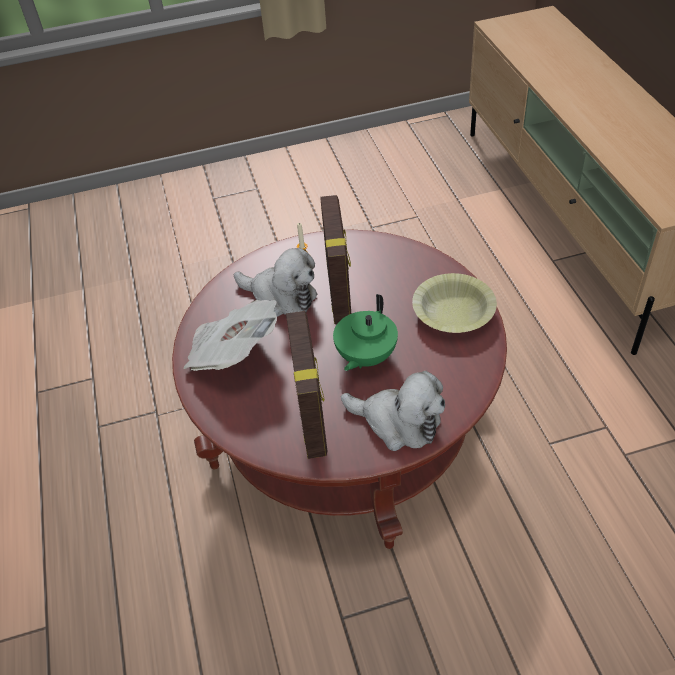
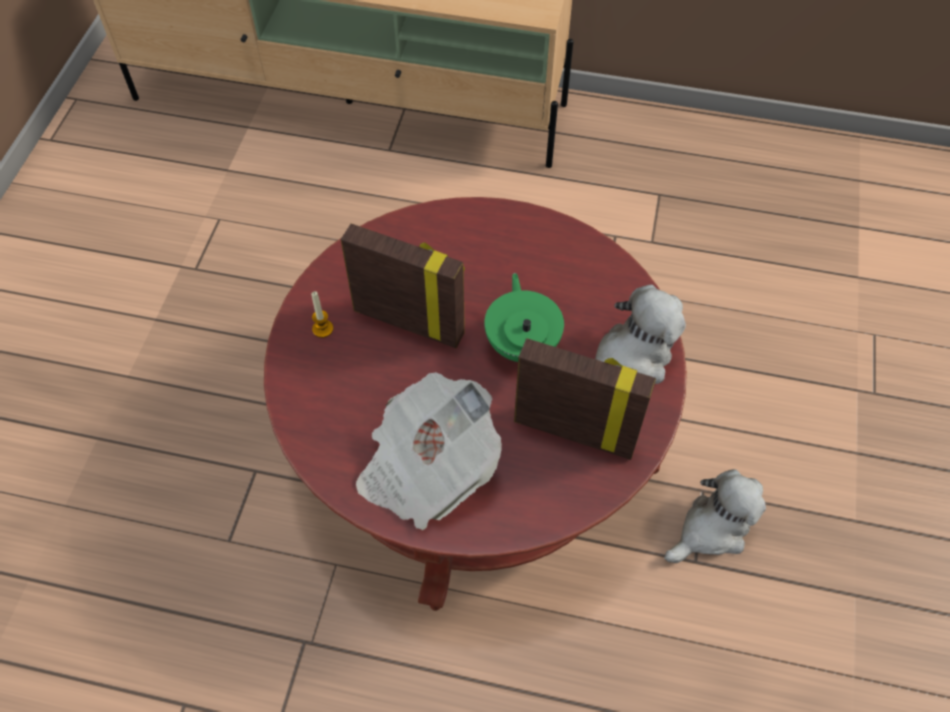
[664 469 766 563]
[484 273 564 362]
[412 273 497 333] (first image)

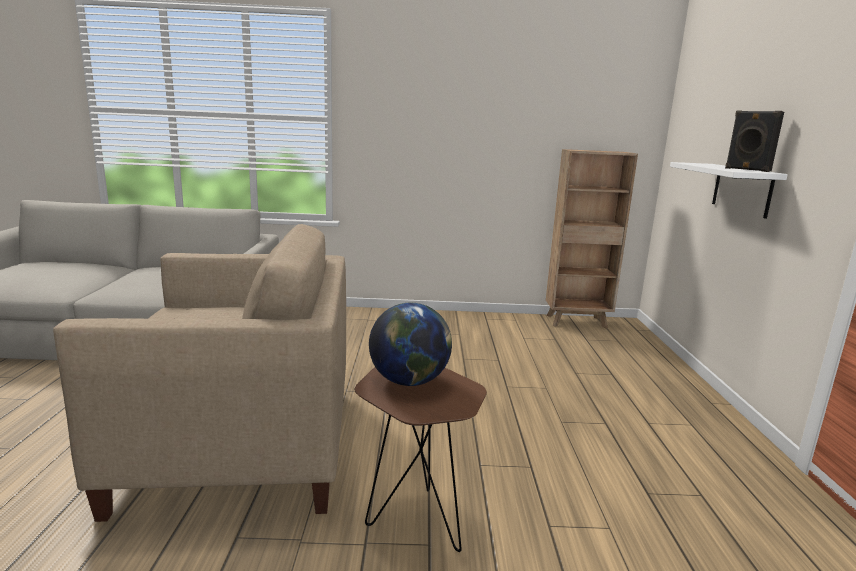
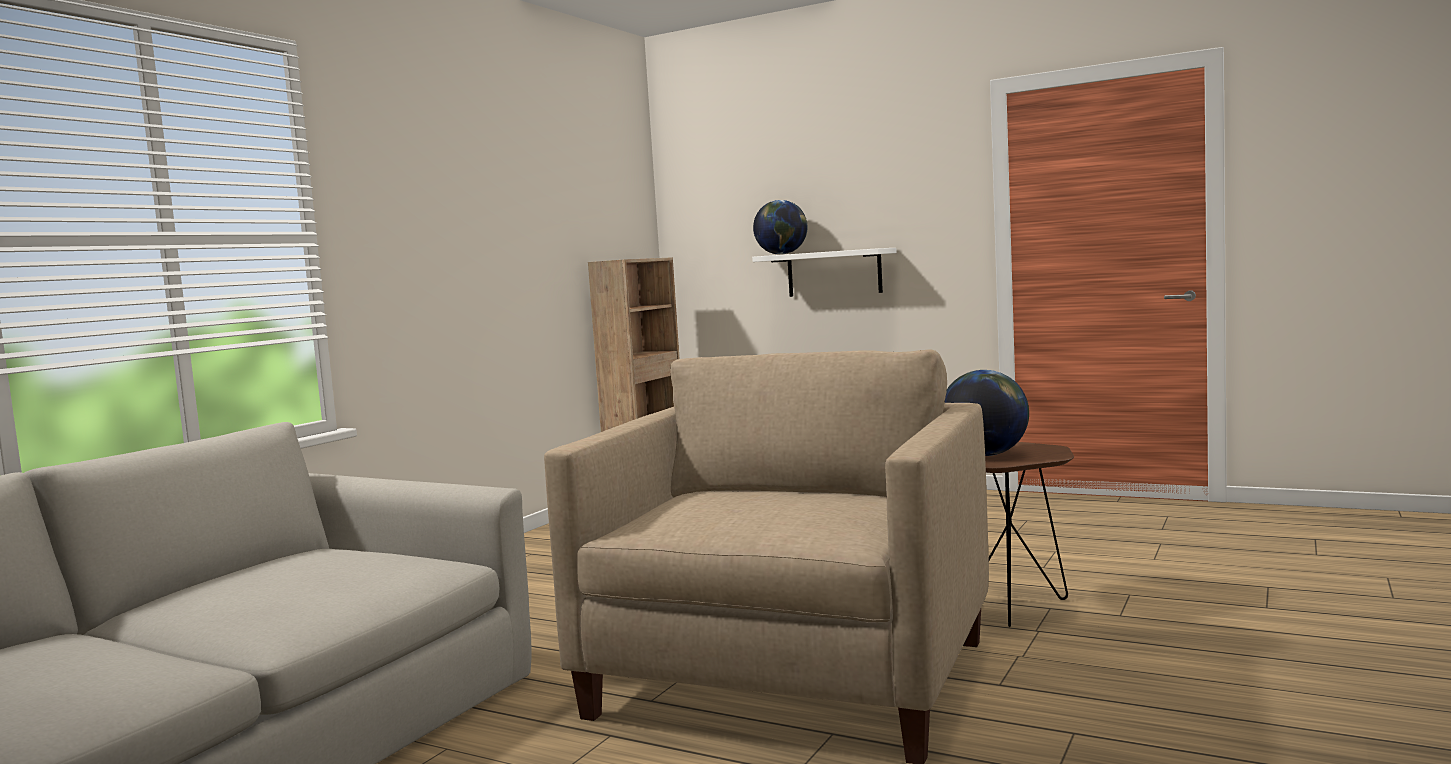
[725 110 784 172] (first image)
[753 200 808 255]

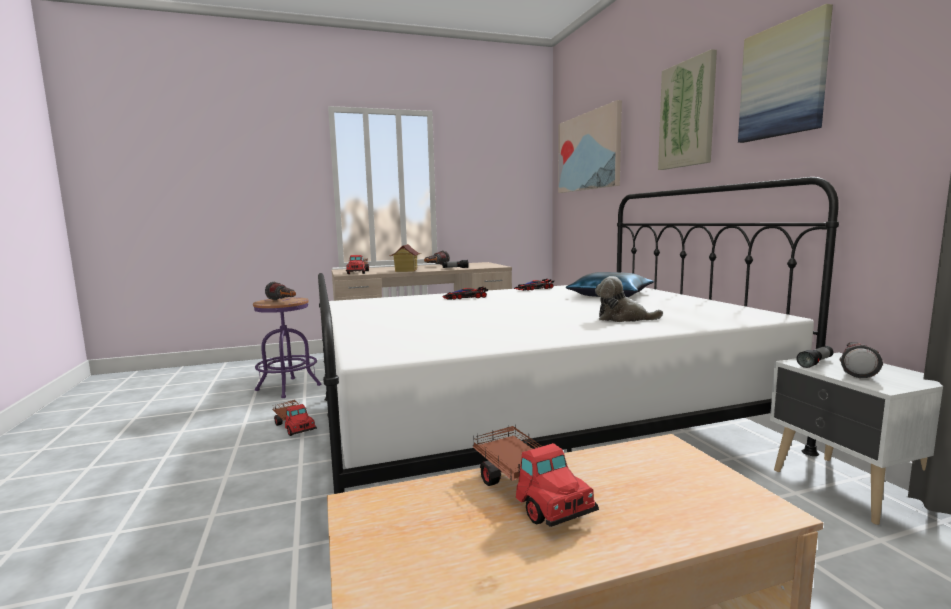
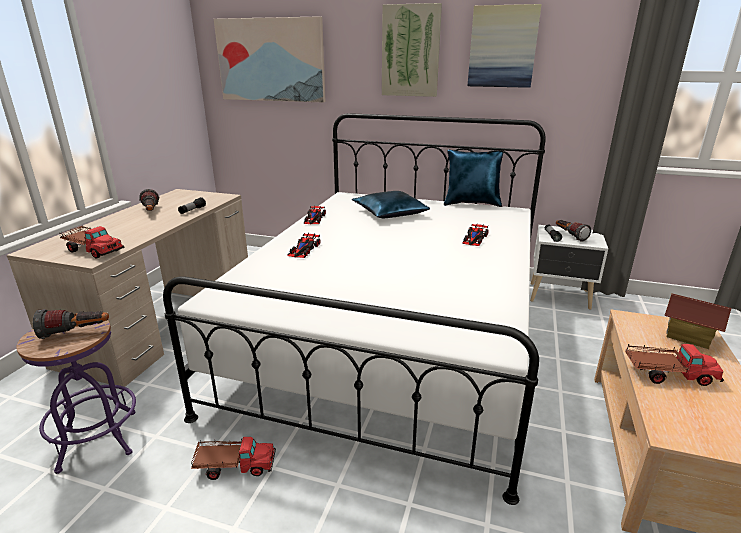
[664 294 731 349]
[462 224 489 246]
[444 150 503 207]

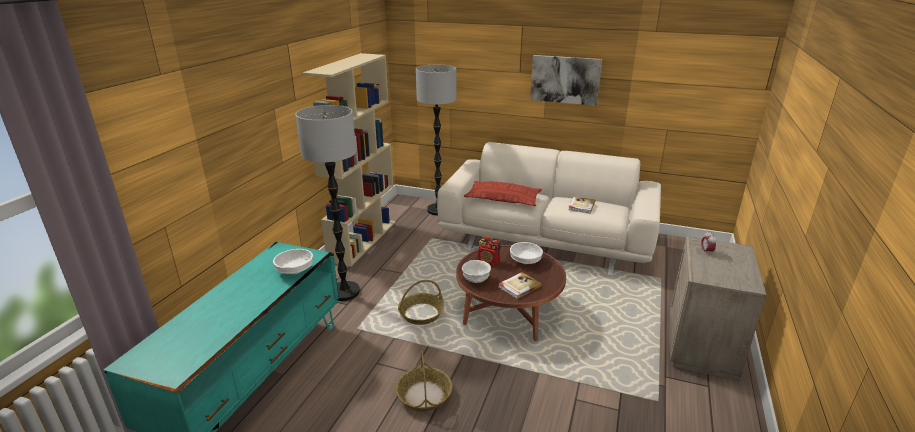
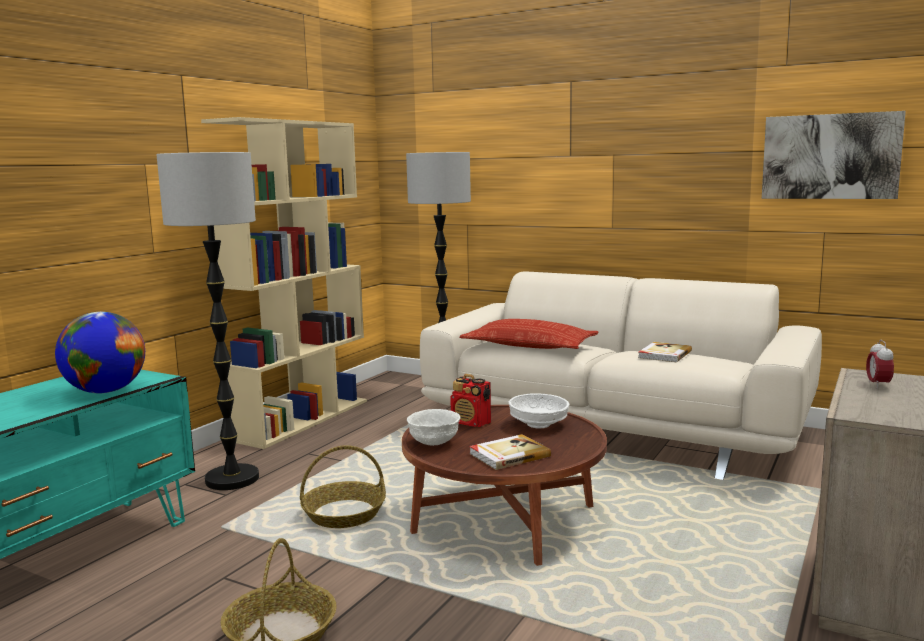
[55 312 145 393]
[762 111 906 199]

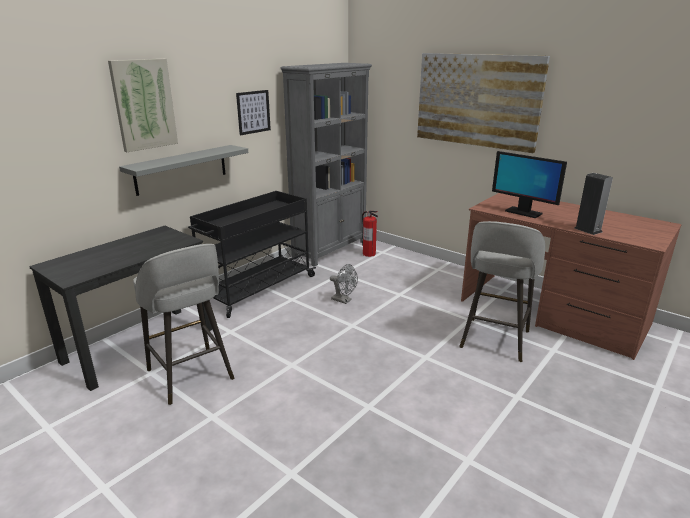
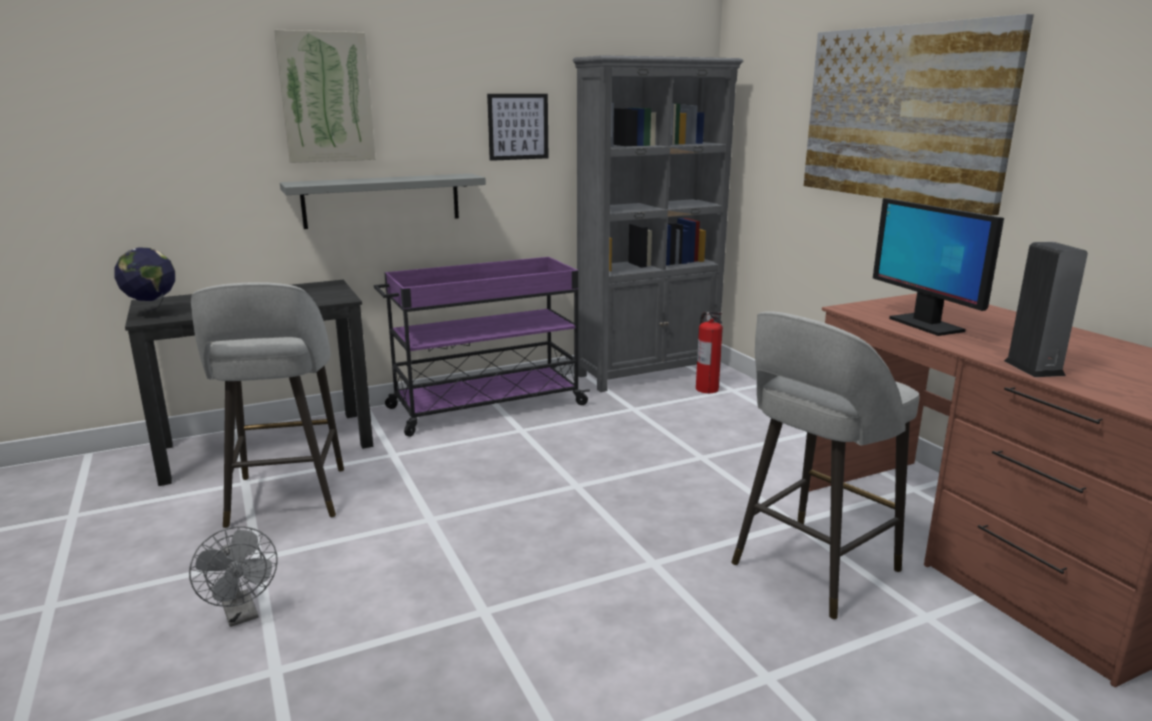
[374 257 590 437]
[189 527 278 627]
[115 247 177 319]

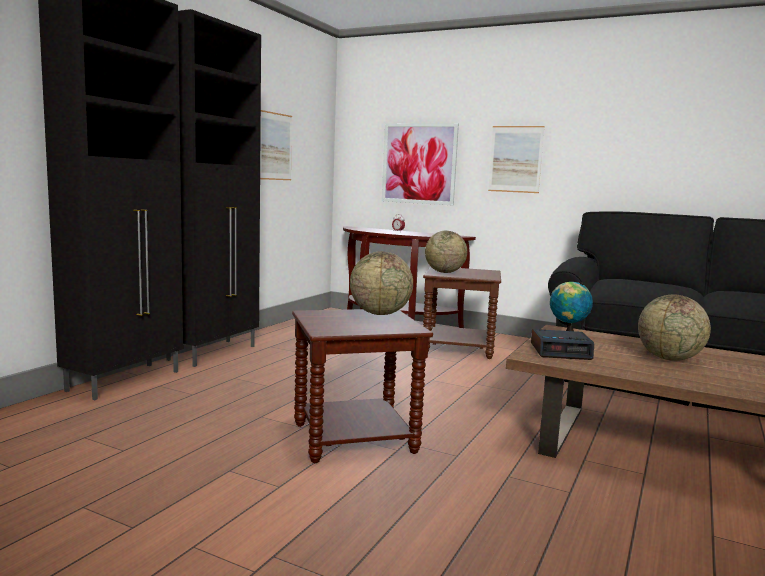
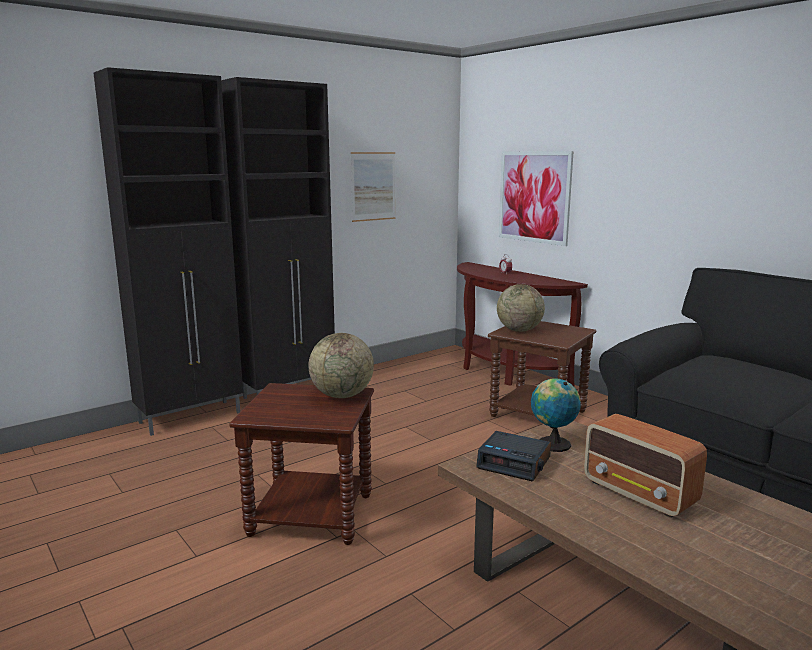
[488 126 545 193] (first image)
[584 414 707 518]

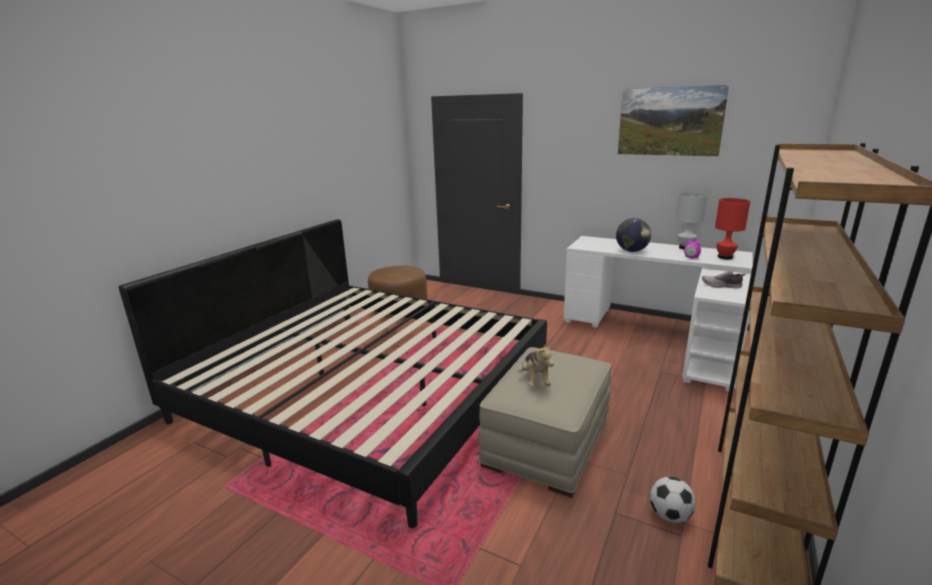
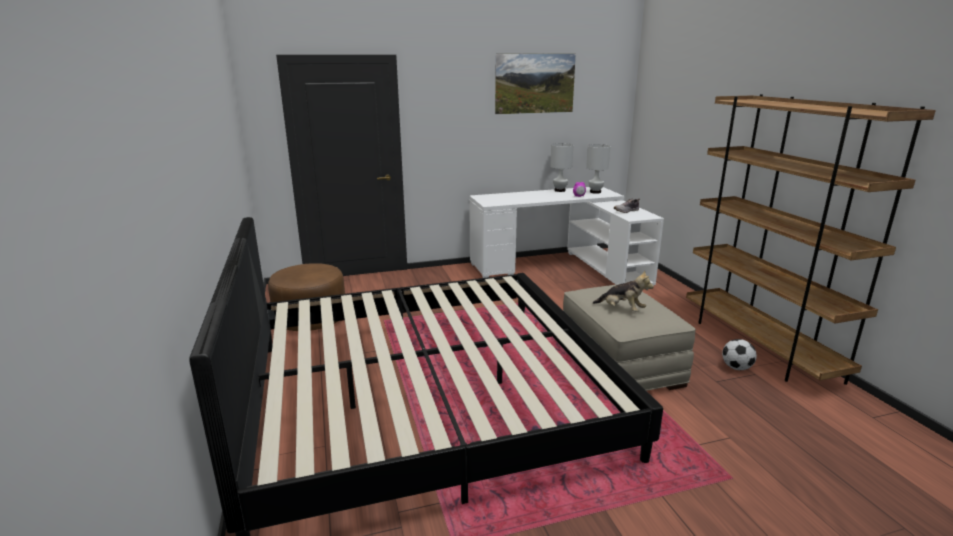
[616 218 651 252] (first image)
[586 144 610 194]

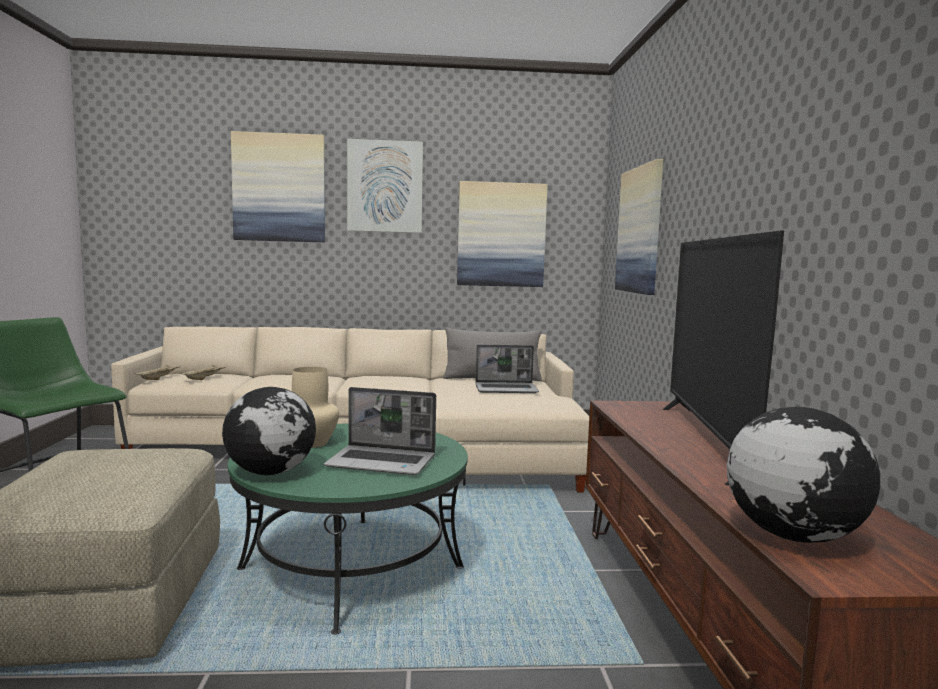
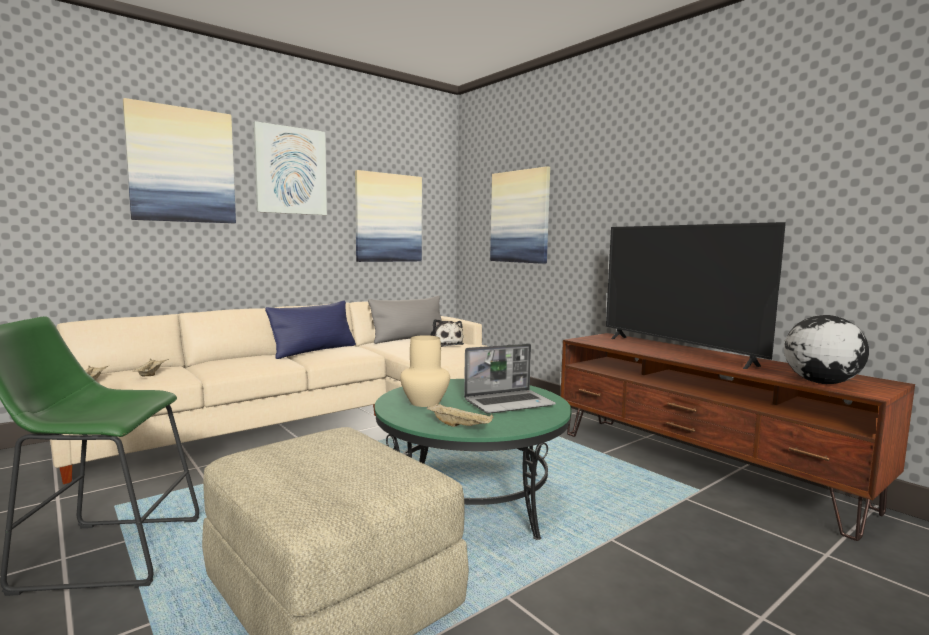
[427 404 494 427]
[430 319 464 347]
[265 300 356 359]

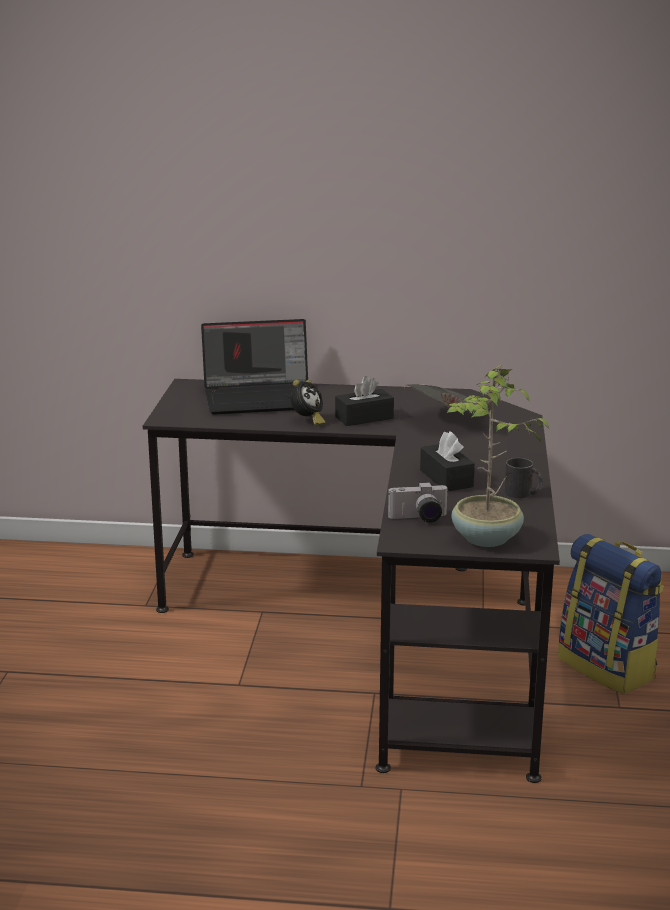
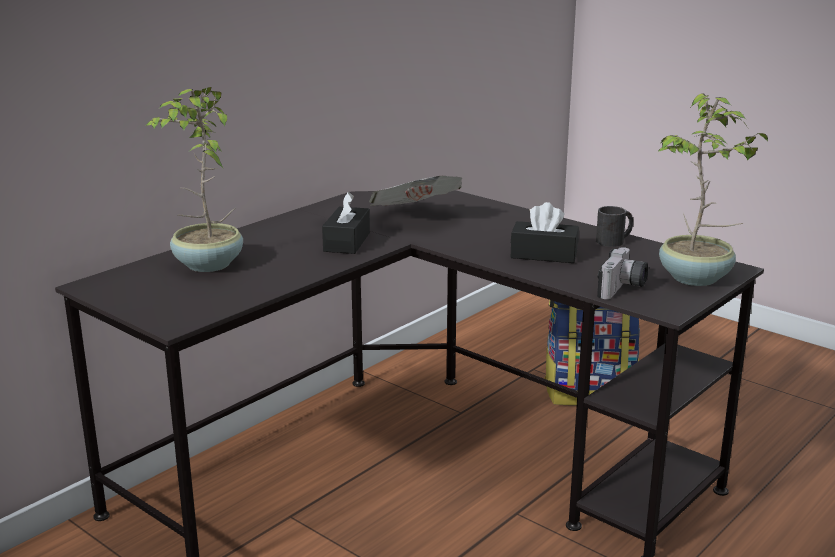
[145 87 243 272]
[290 380 325 426] (first image)

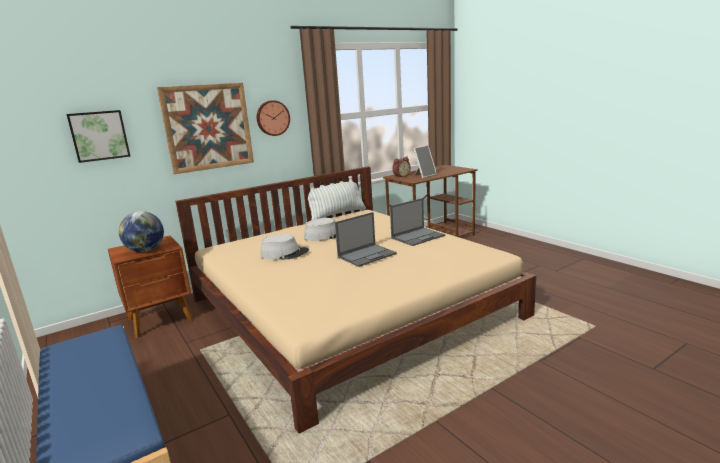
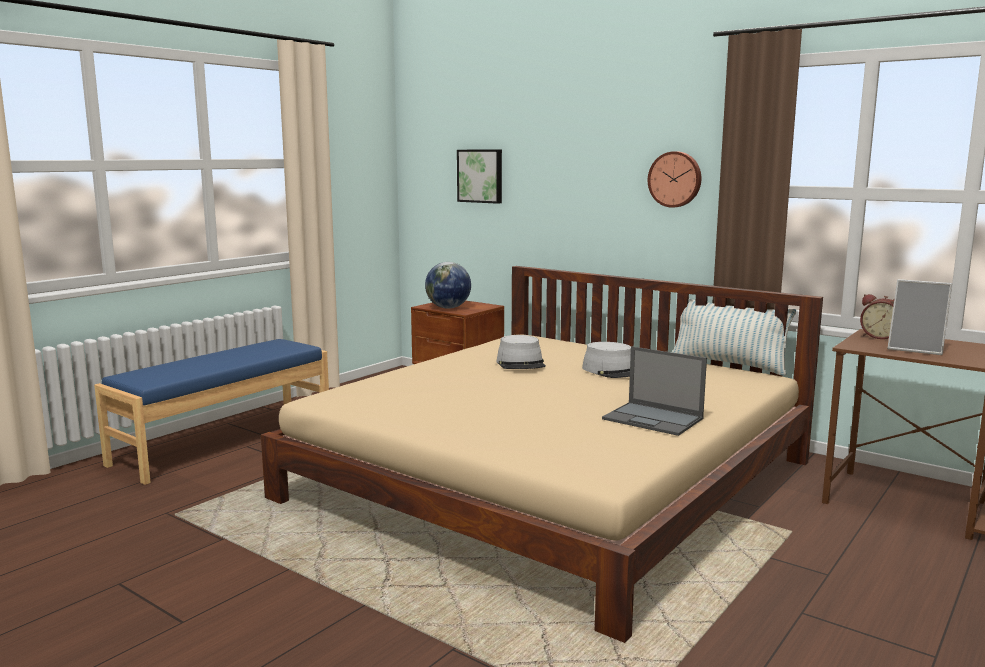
[157 83 254 174] (first image)
[335 212 397 267] (first image)

